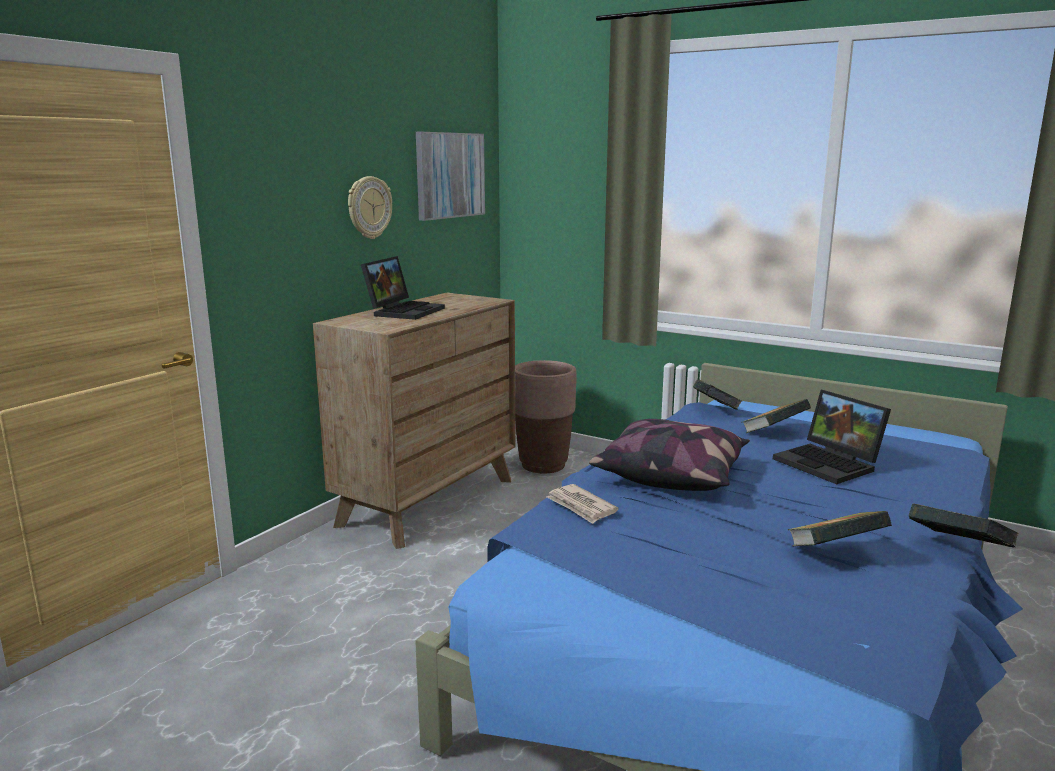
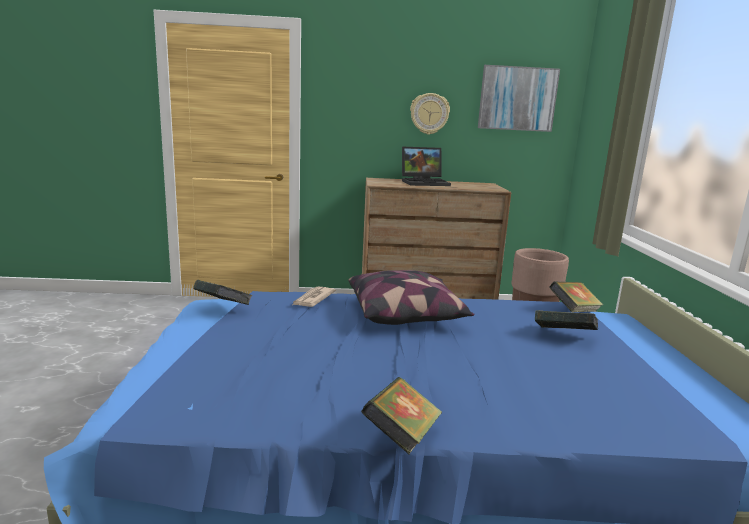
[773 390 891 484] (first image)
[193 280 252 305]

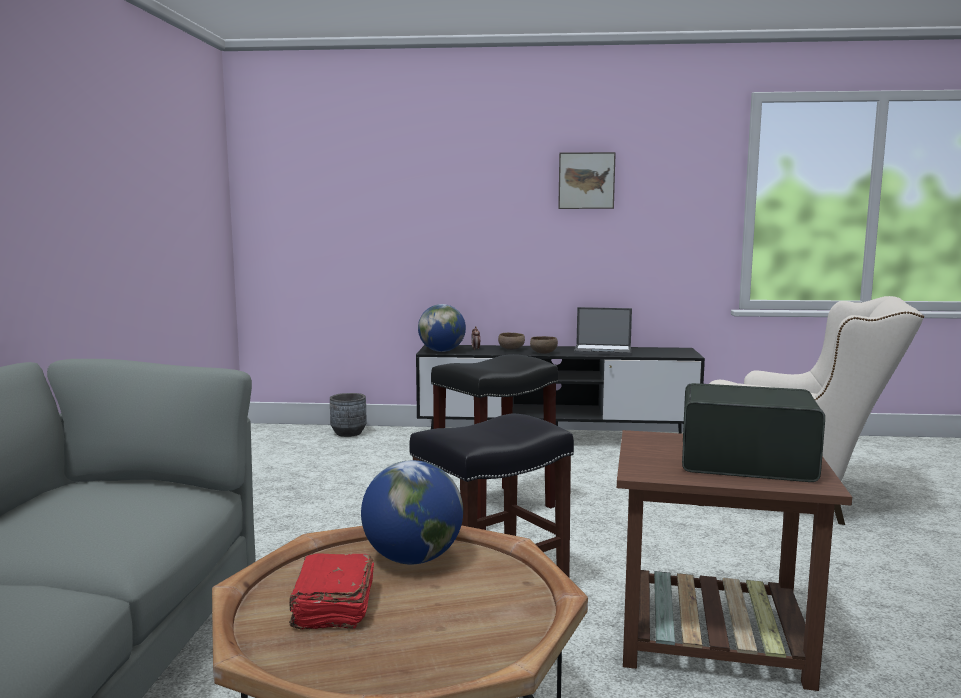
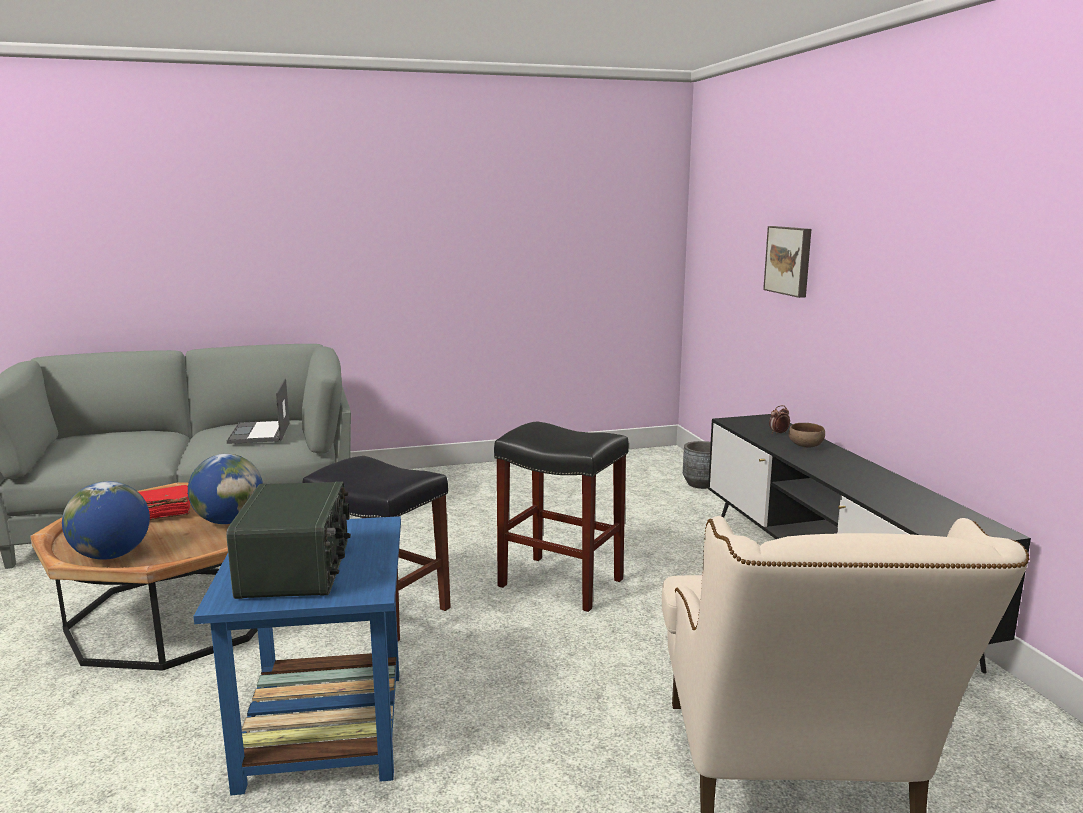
[62 481 150 560]
[530 336 558 354] (first image)
[763 226 811 298]
[227 378 290 444]
[193 516 401 795]

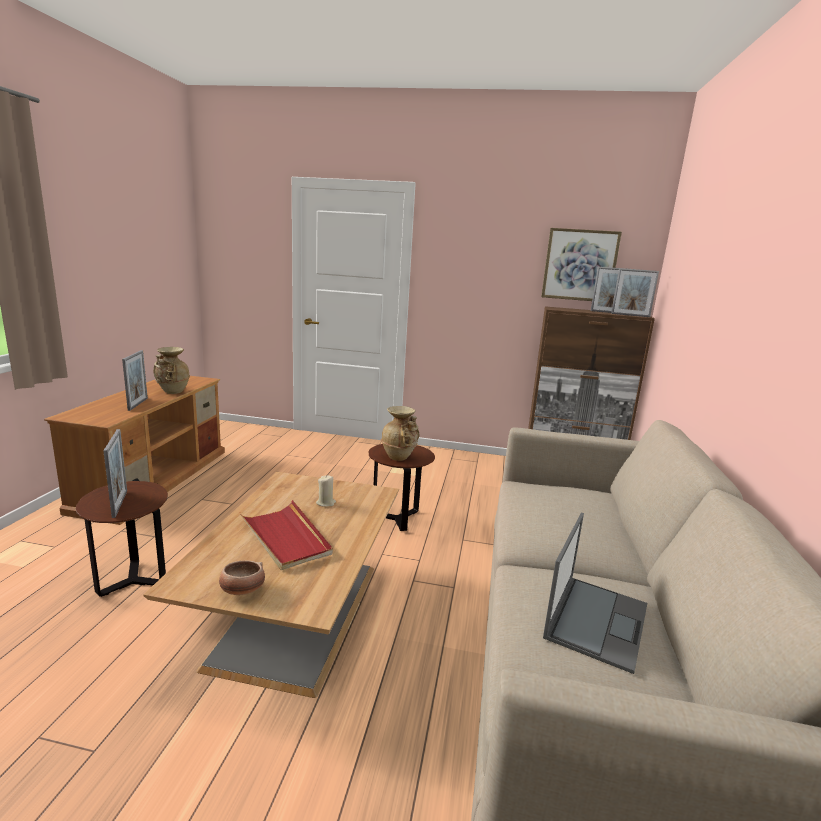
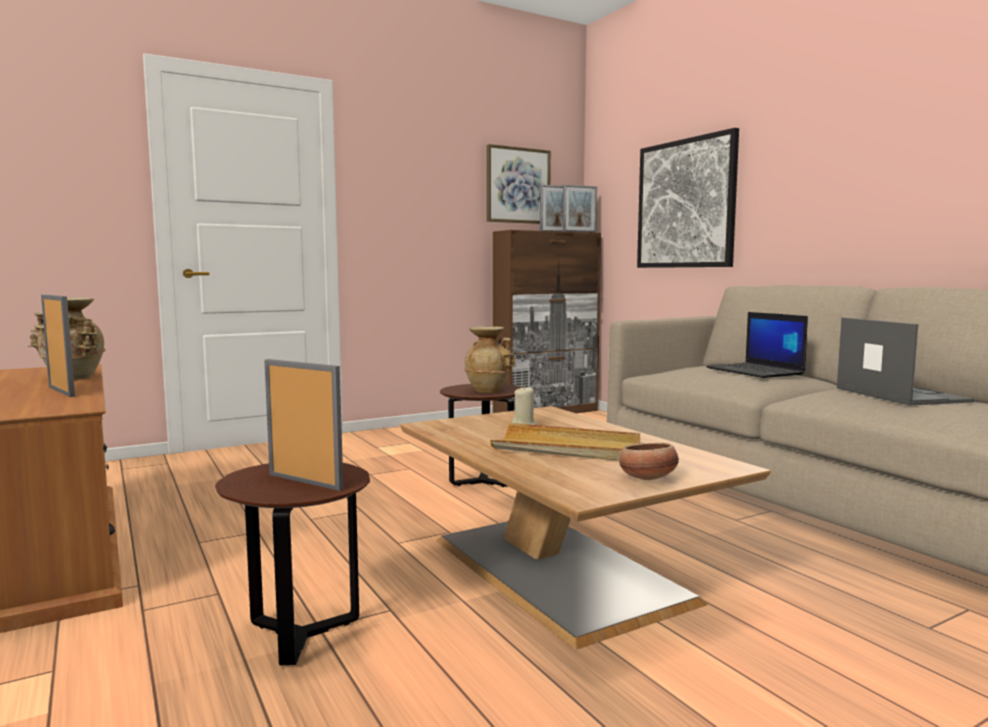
[490 423 640 461]
[637 128 739 268]
[706 312 808 378]

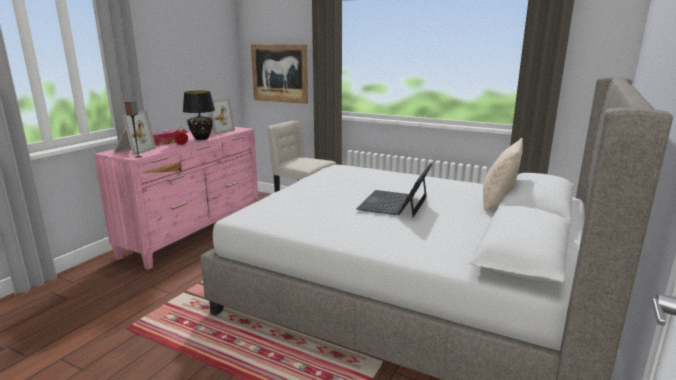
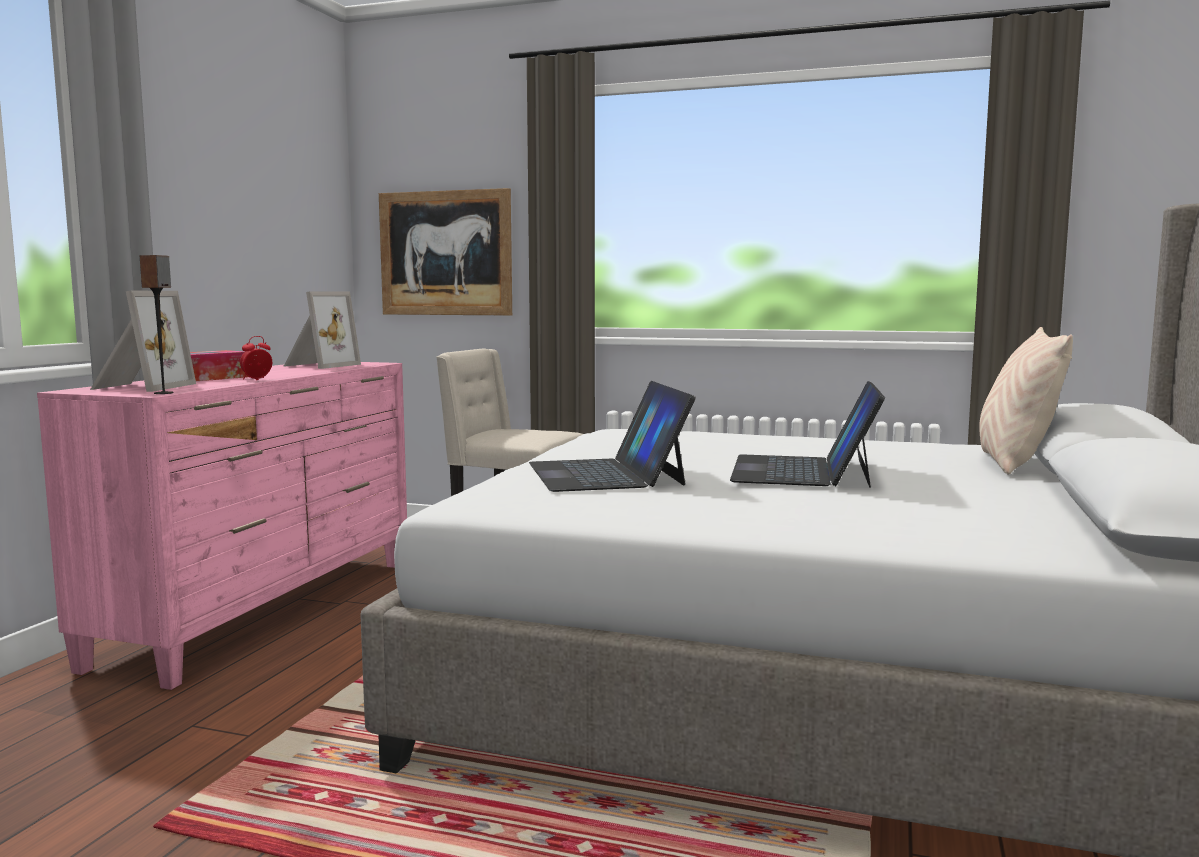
[183 91 215 140] (first image)
[529 381 696 492]

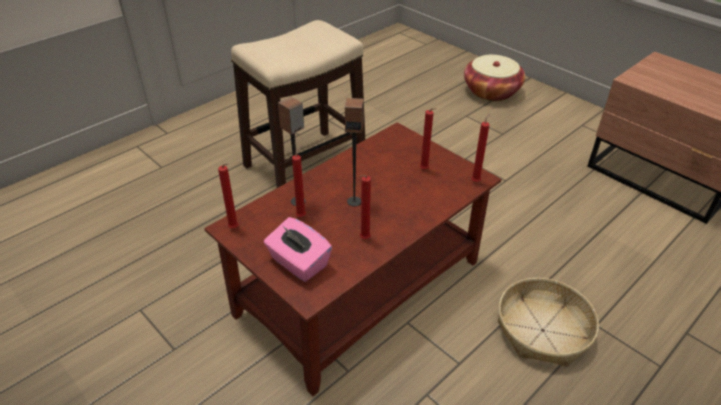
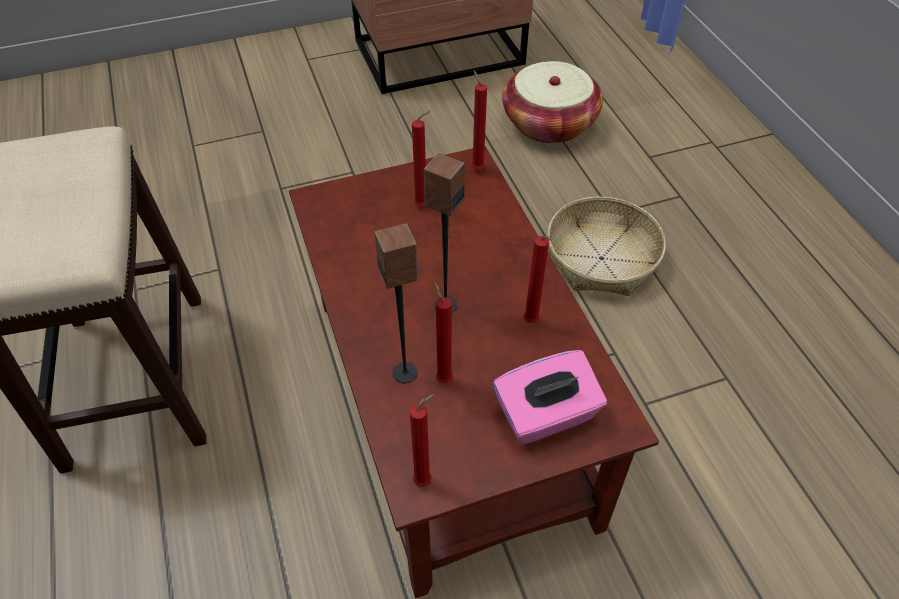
[502 61 603 144]

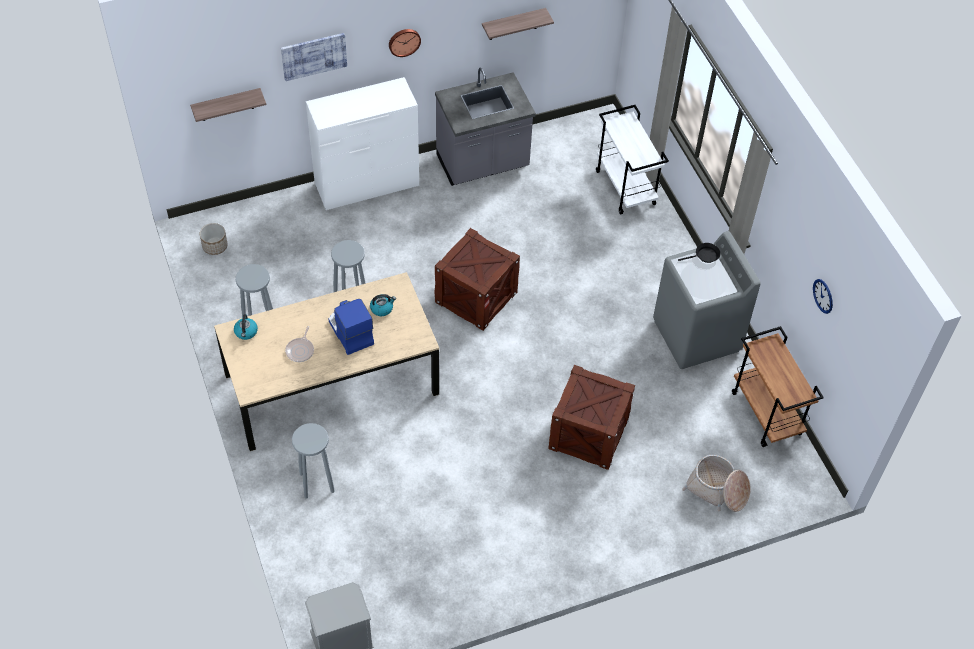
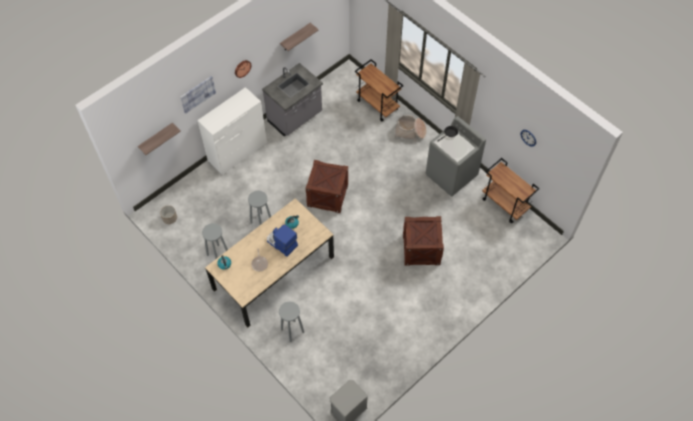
[355 59 403 121]
[394 115 426 141]

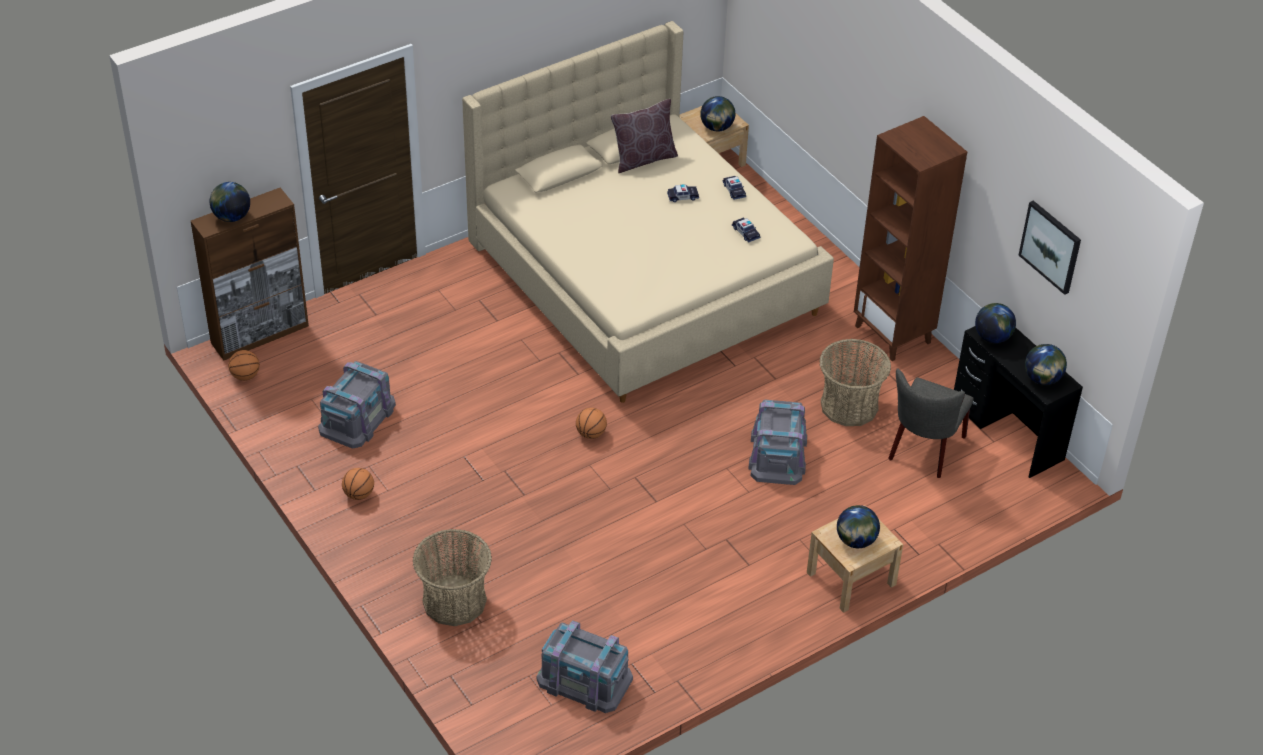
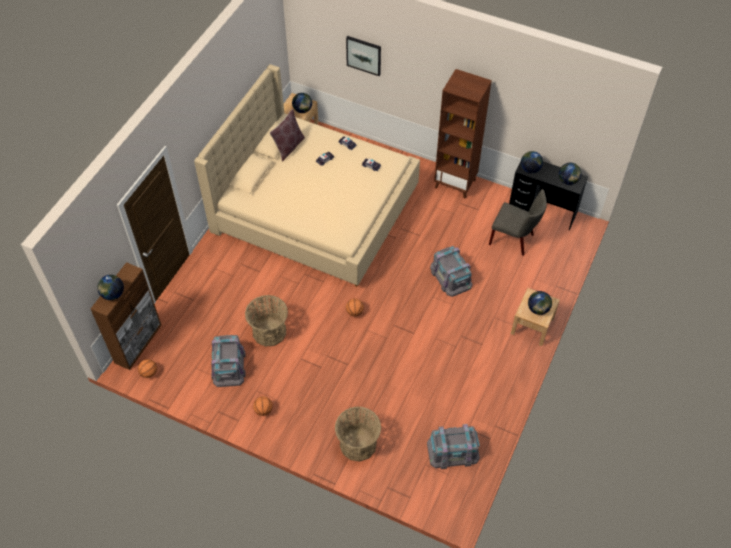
[245 295 288 347]
[489 189 547 256]
[346 36 381 76]

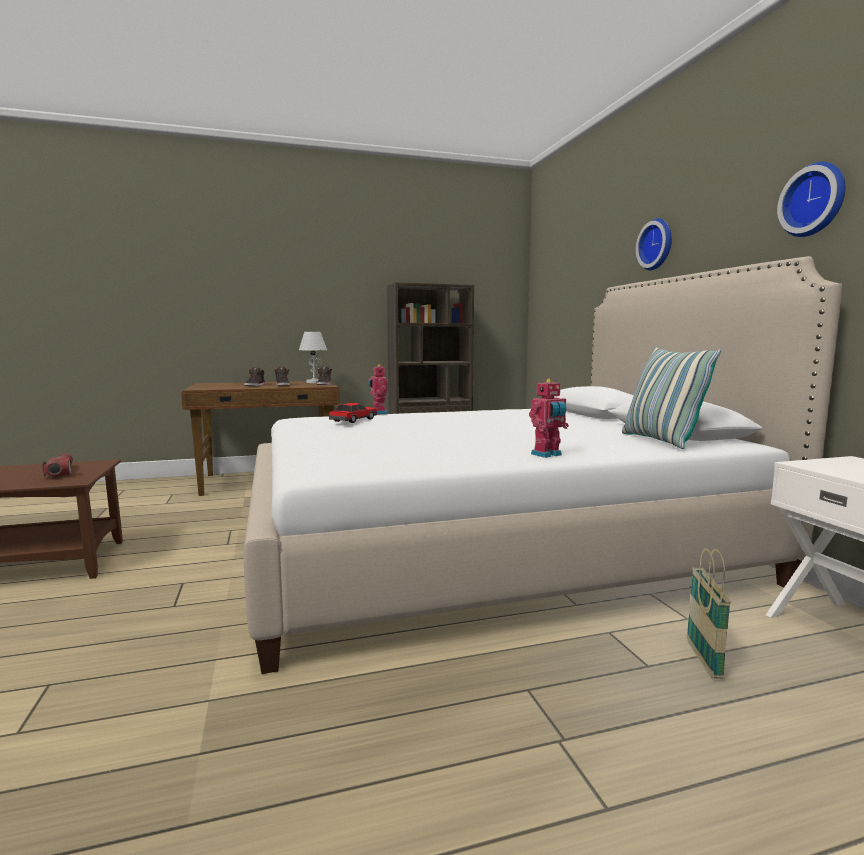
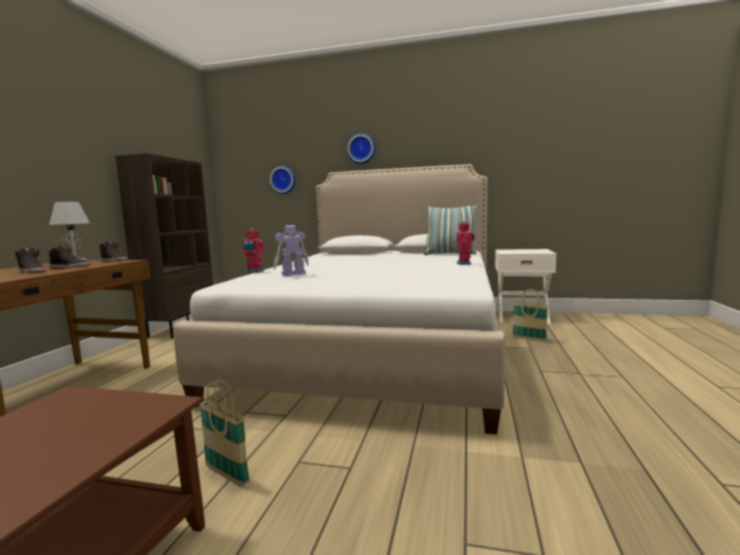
[42 453 73 477] (first image)
[273 225 309 276]
[270 165 295 194]
[200 379 250 487]

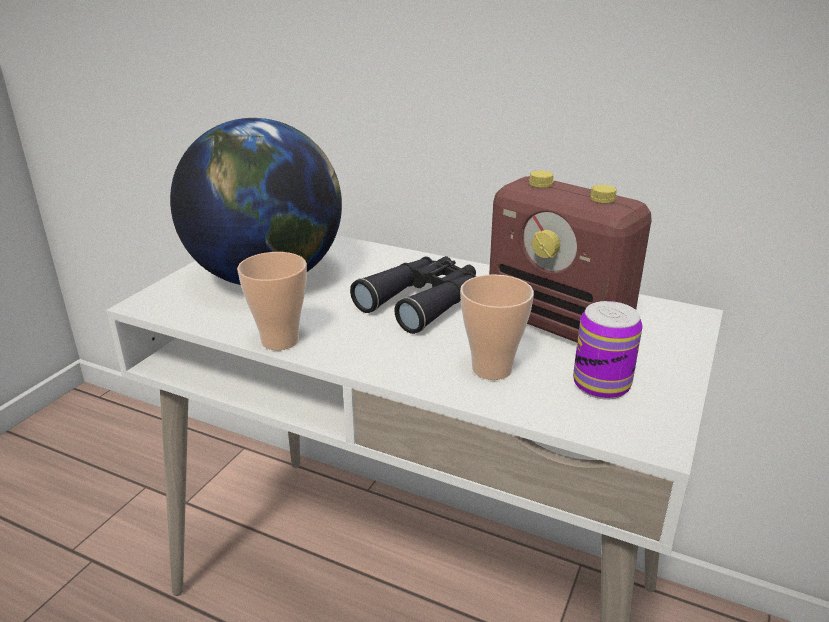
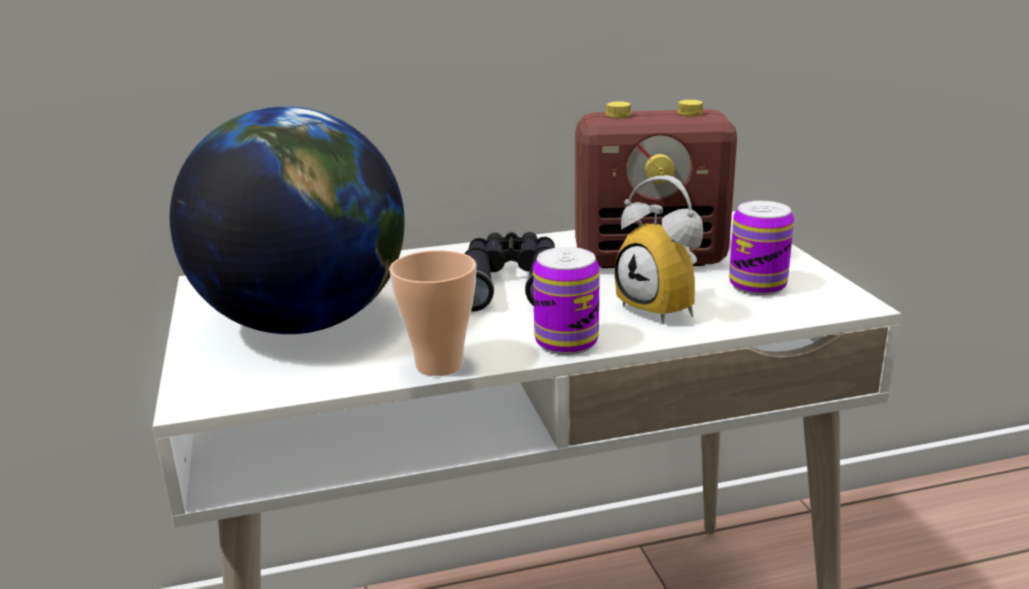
[615 175 703 324]
[533 247 600 355]

